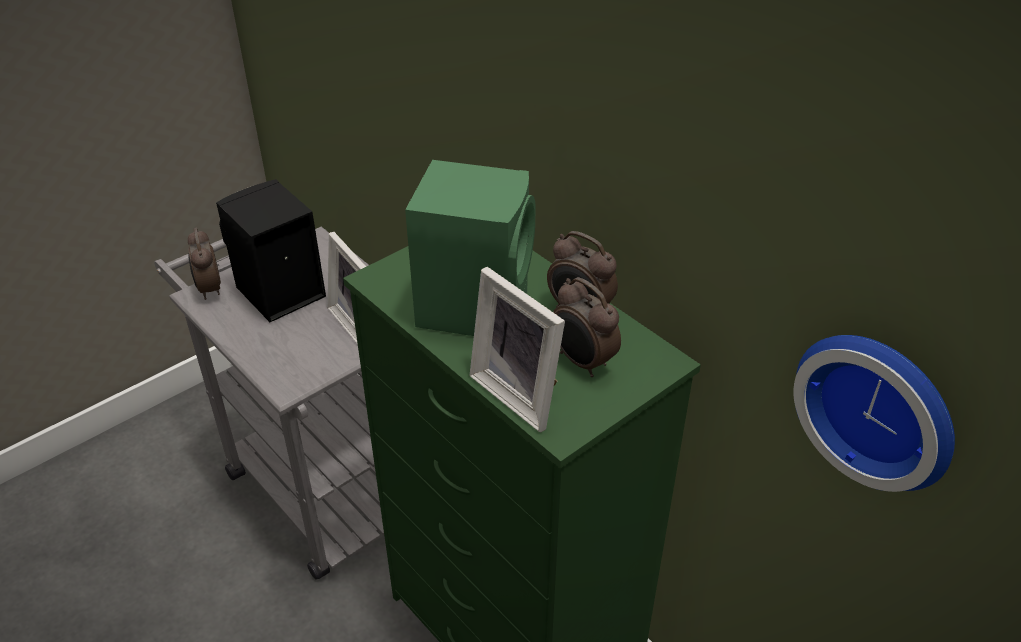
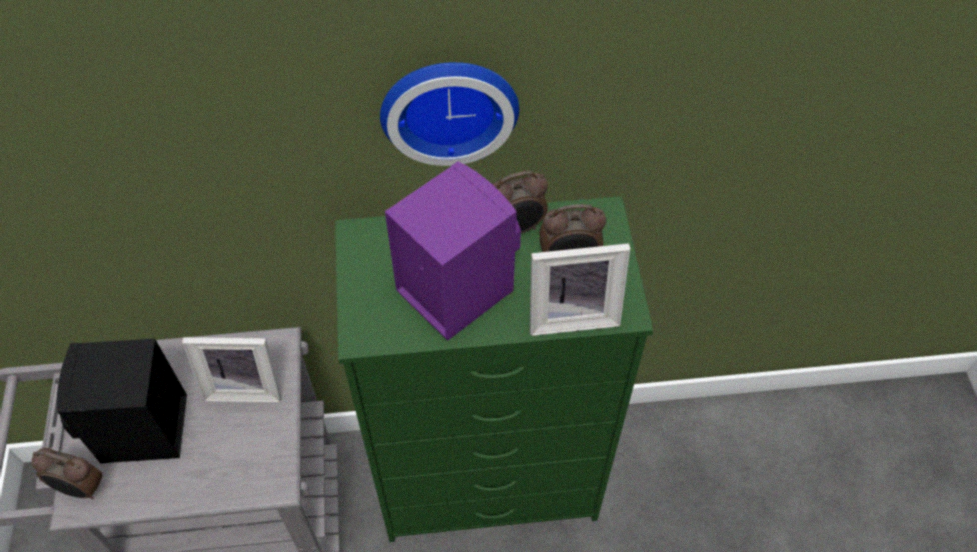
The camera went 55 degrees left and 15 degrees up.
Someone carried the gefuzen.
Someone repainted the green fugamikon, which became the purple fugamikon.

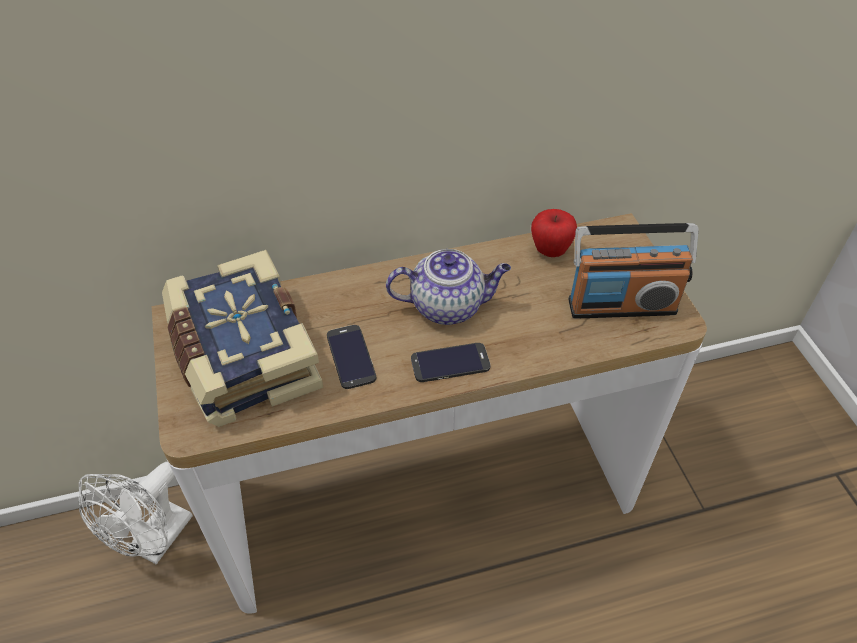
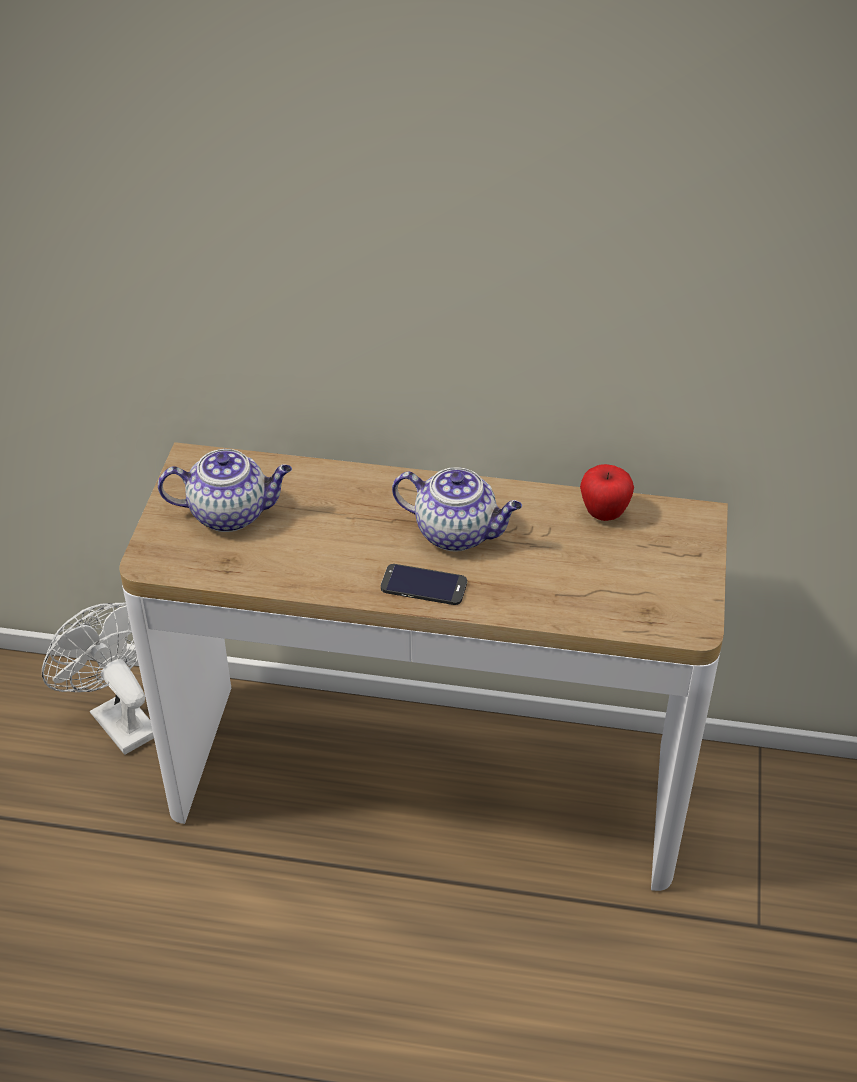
The camera went 25 degrees right and 5 degrees down.
Someone rotated the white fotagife by 90 degrees clockwise.
Someone swapped the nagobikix for the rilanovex (1st from left).
Someone took away the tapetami (1st from left).
Someone took away the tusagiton.

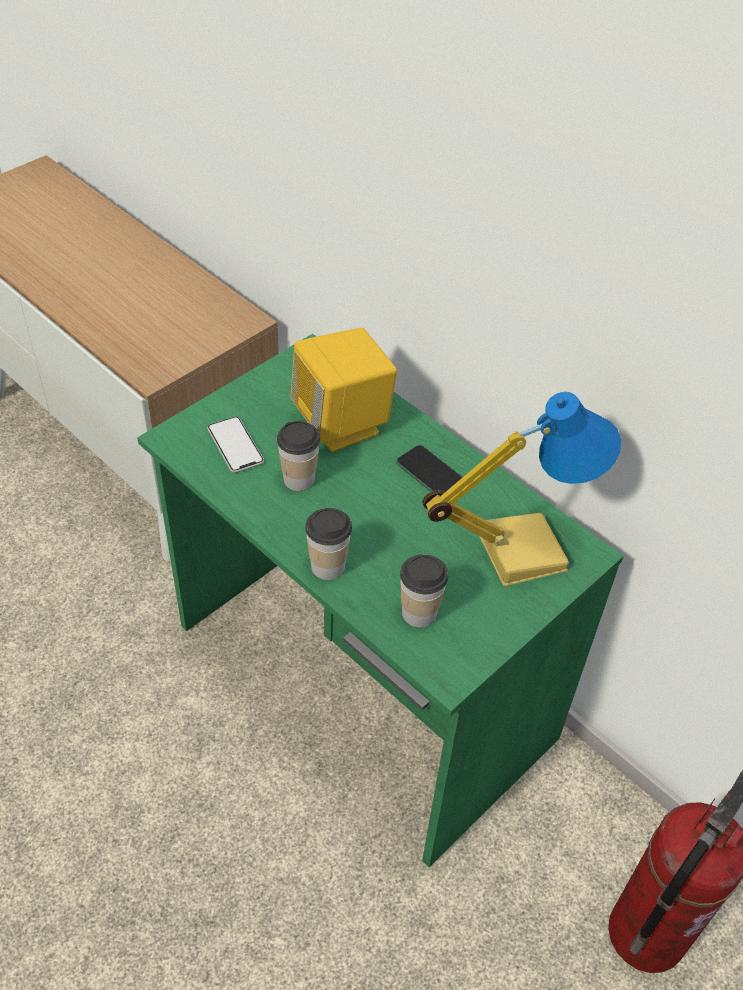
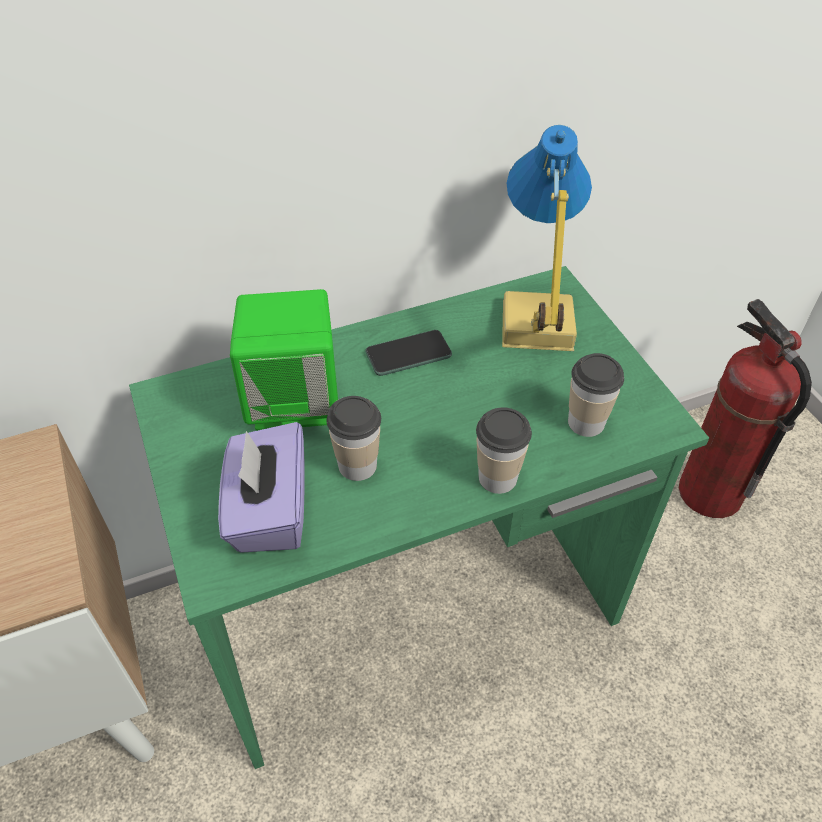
The camera went 65 degrees left and 0 degrees up.
Someone swapped the tapetami (1st from left) for the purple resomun.
Someone repainted the yellow fugamikon, which became the green fugamikon.

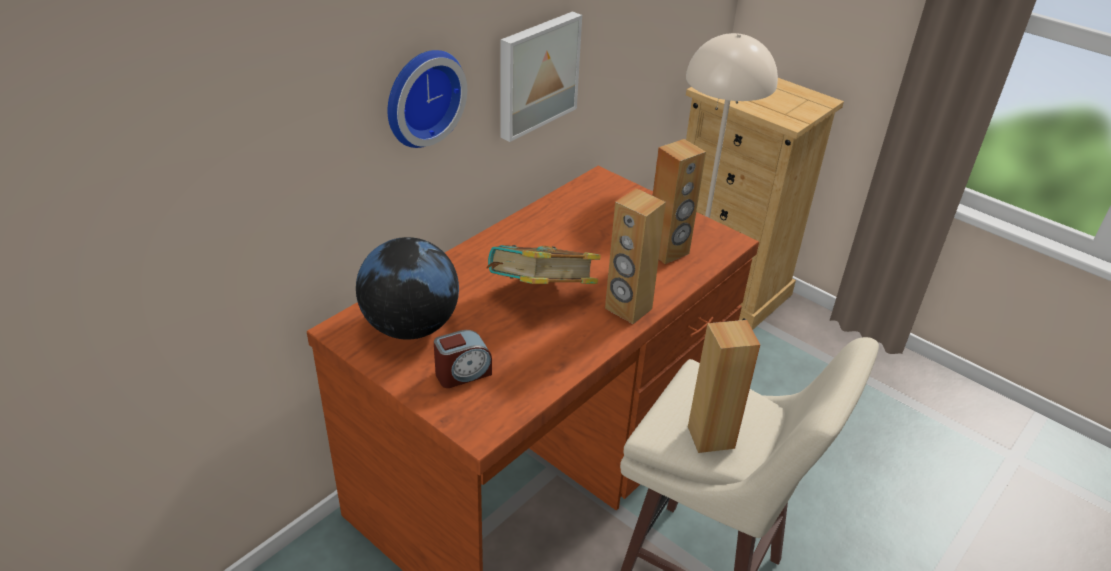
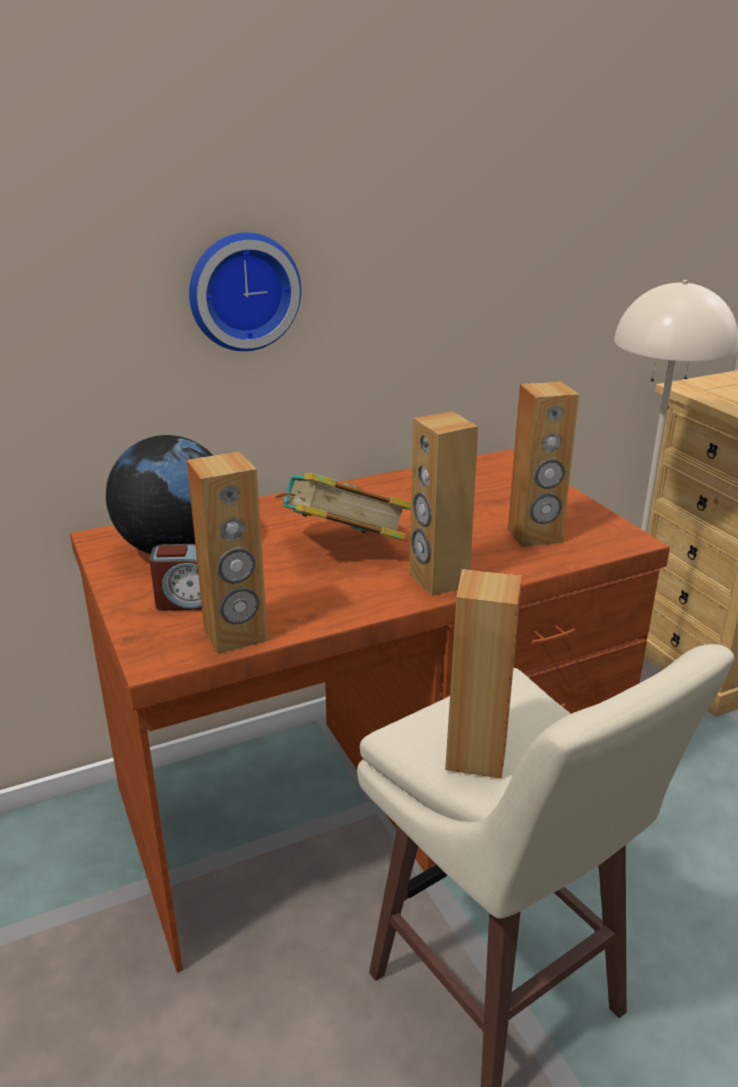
The camera went 25 degrees right and 10 degrees down.
Someone put down the brown fugamikon (1st from left).
Someone took away the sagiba.

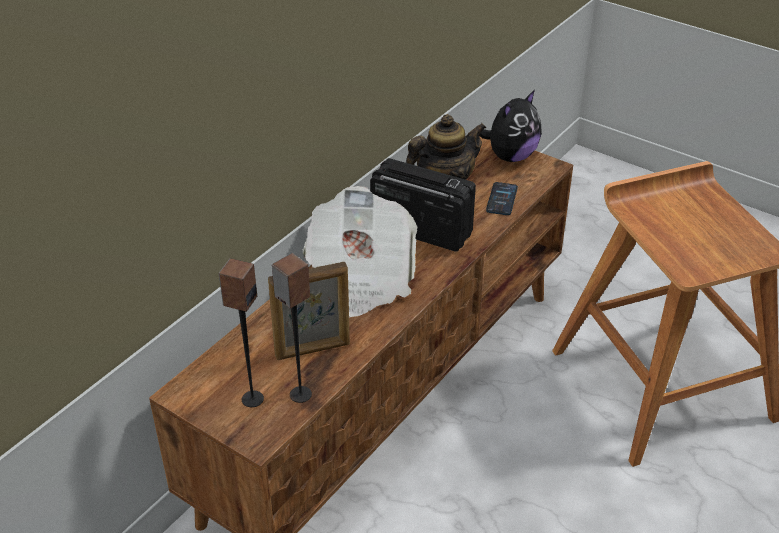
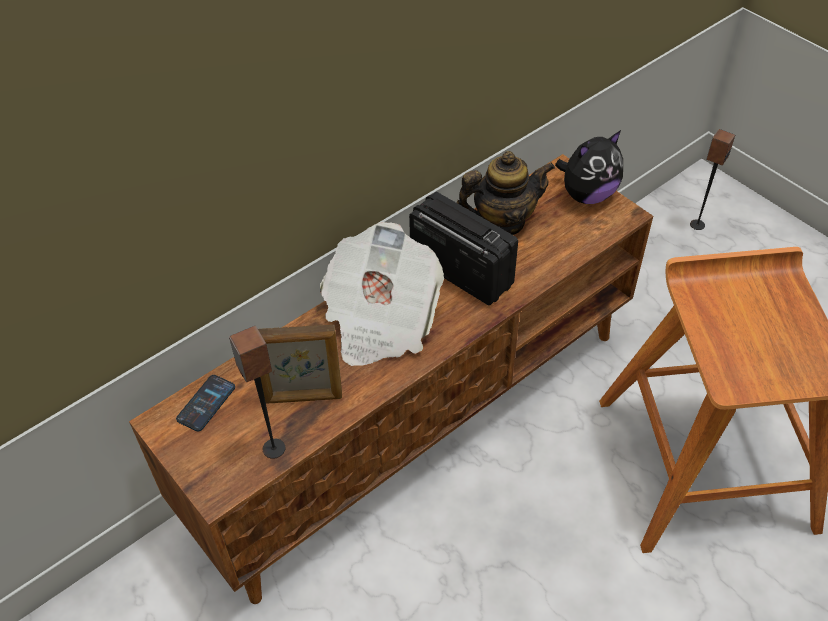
The camera went 15 degrees right and 10 degrees up.
Someone carried the tapetami.
Someone carried the fugamikon (1st from left in the first image).

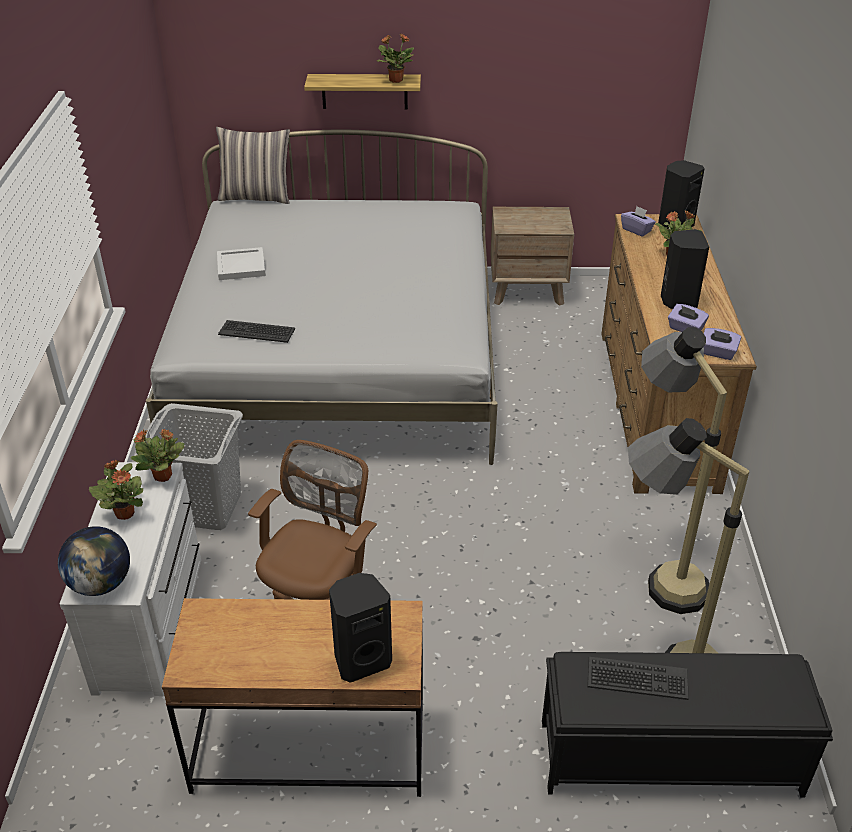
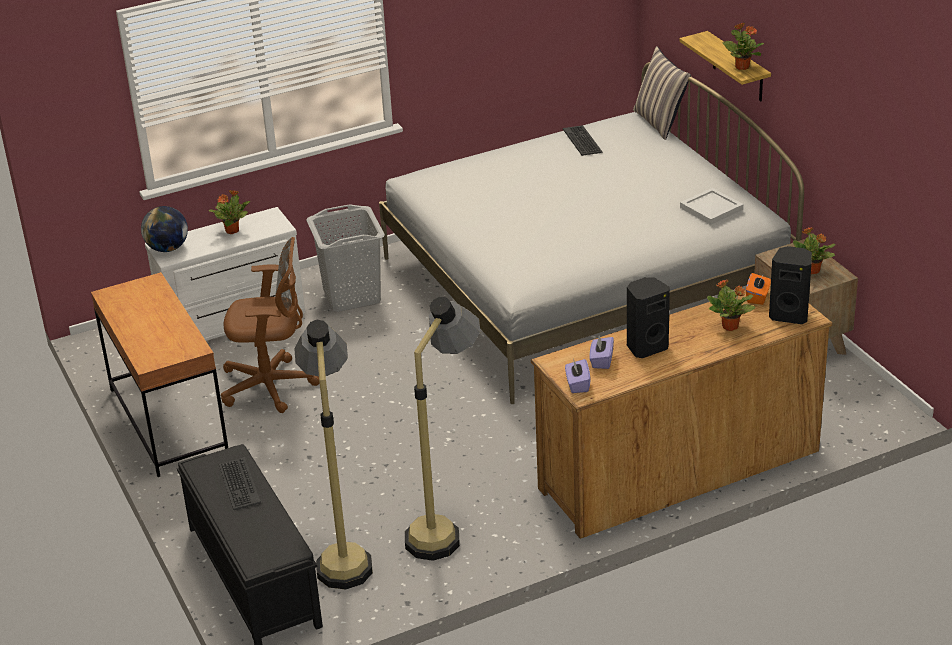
The camera went 65 degrees right and 5 degrees down.
Someone carried the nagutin (1st from left in the first image).
Someone carried the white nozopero.
Someone repainted the purple resomun (1st from left), which became the orange resomun.
Someone carried the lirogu (2nd from left in the first image).
Someone took away the black fugamikon (1st from left).

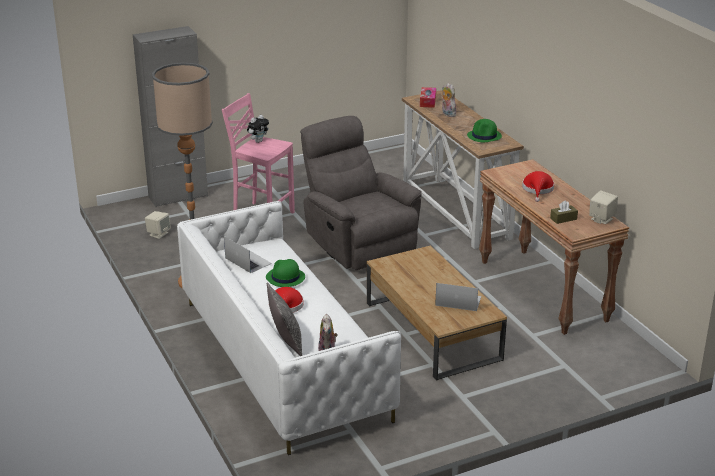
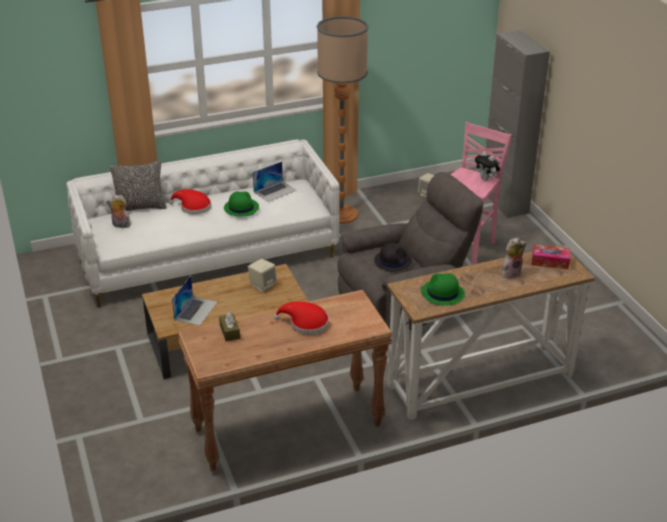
The camera went 95 degrees right and 5 degrees up.
Someone carried the beige fugamikon (2nd from left in the first image).
Someone put down the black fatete.

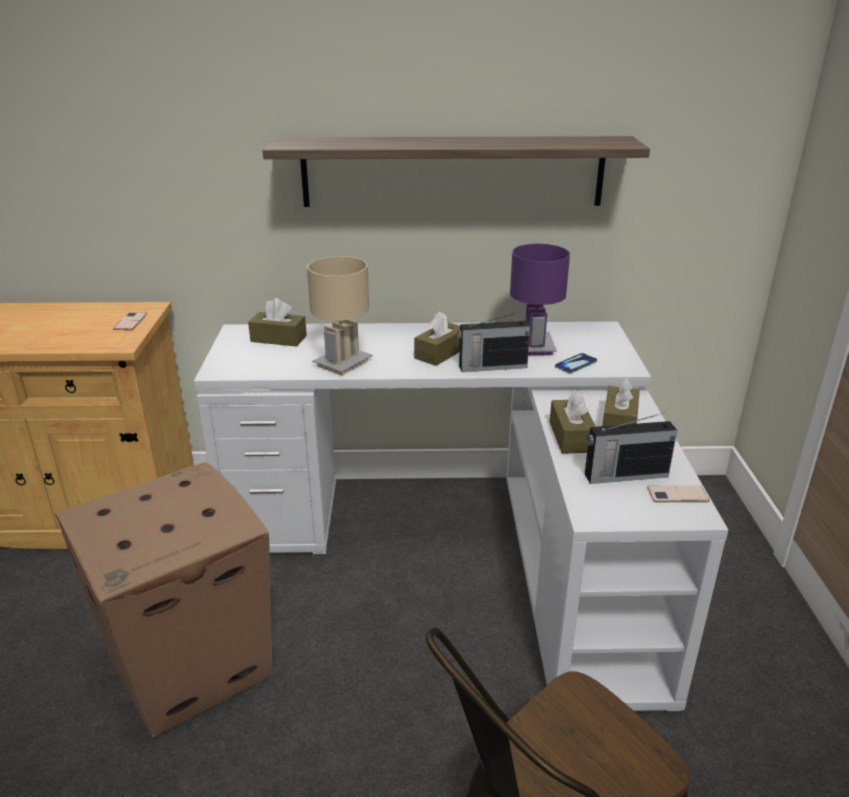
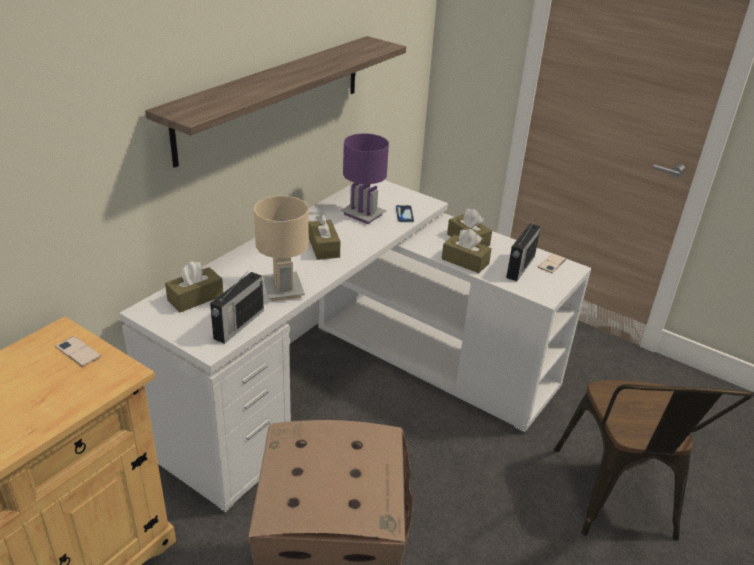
The camera went 55 degrees left and 5 degrees up.
Someone carried the tusagiton (1st from left).

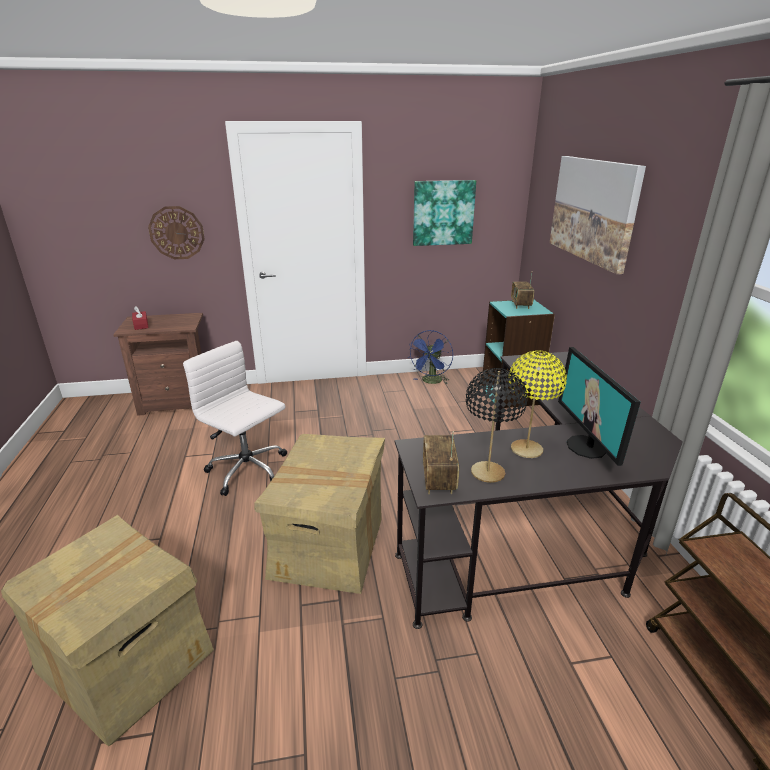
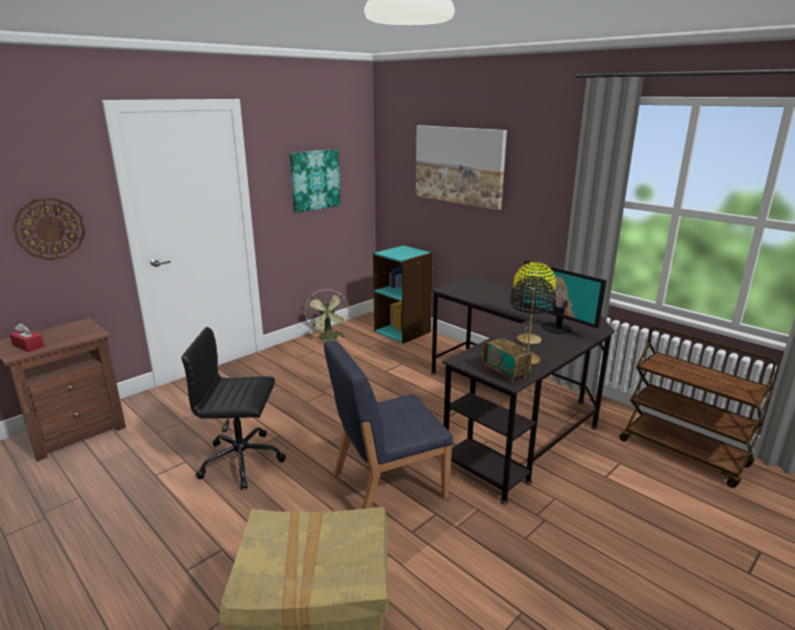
The camera went 35 degrees left and 5 degrees down.
Someone repainted the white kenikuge, which became the black kenikuge.
Someone repainted the blue fotagife, which became the green fotagife.
Someone swapped the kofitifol (2nd from left) for the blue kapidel.
Someone took away the tusagiton (2nd from left).

